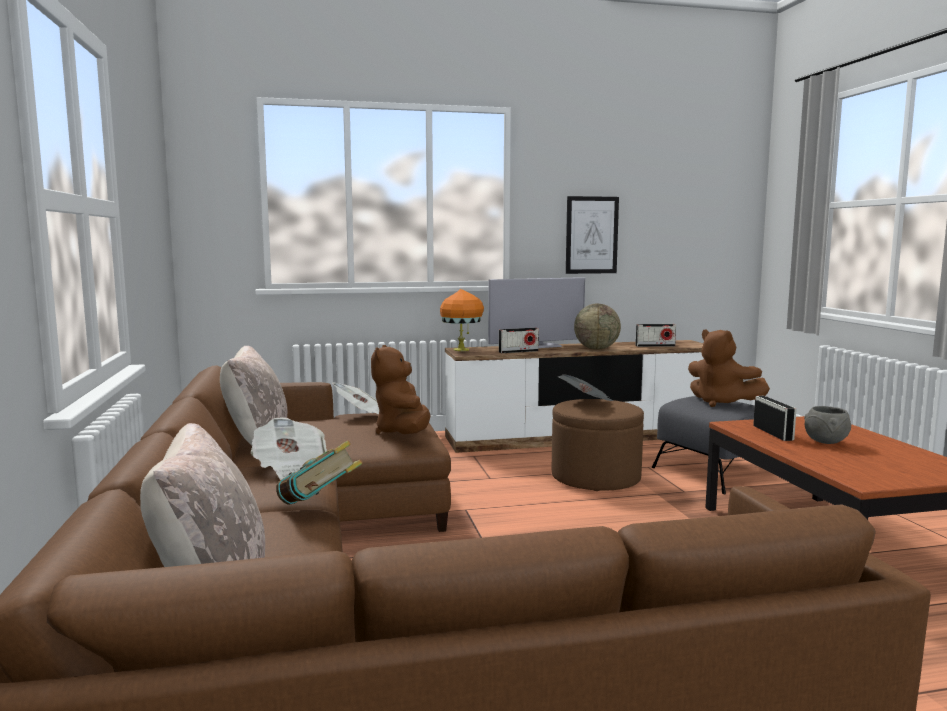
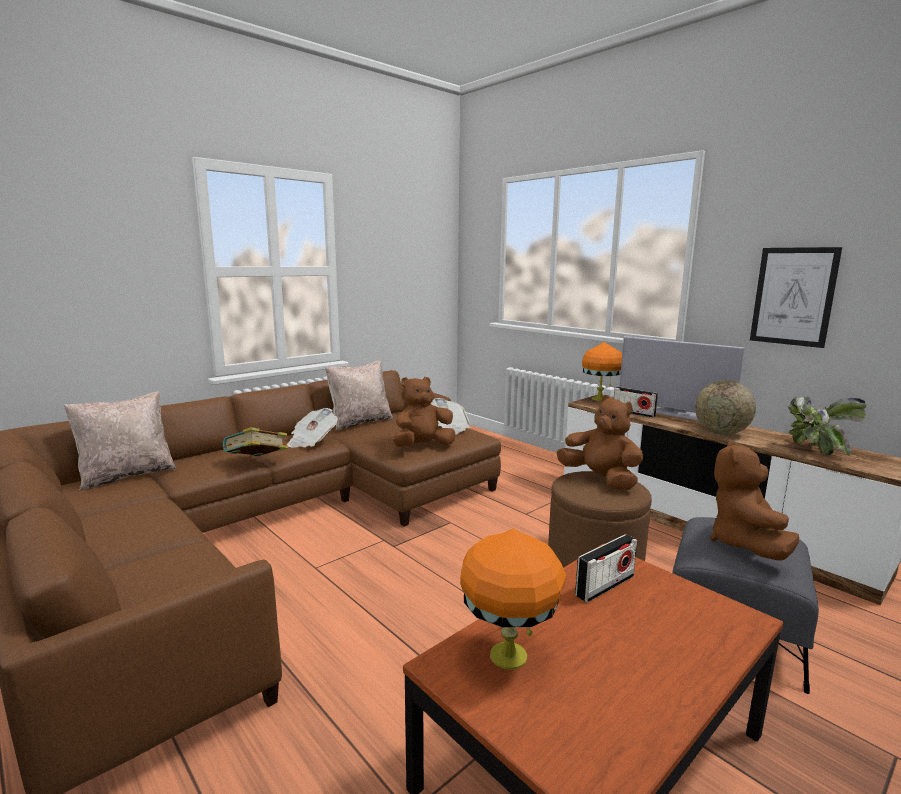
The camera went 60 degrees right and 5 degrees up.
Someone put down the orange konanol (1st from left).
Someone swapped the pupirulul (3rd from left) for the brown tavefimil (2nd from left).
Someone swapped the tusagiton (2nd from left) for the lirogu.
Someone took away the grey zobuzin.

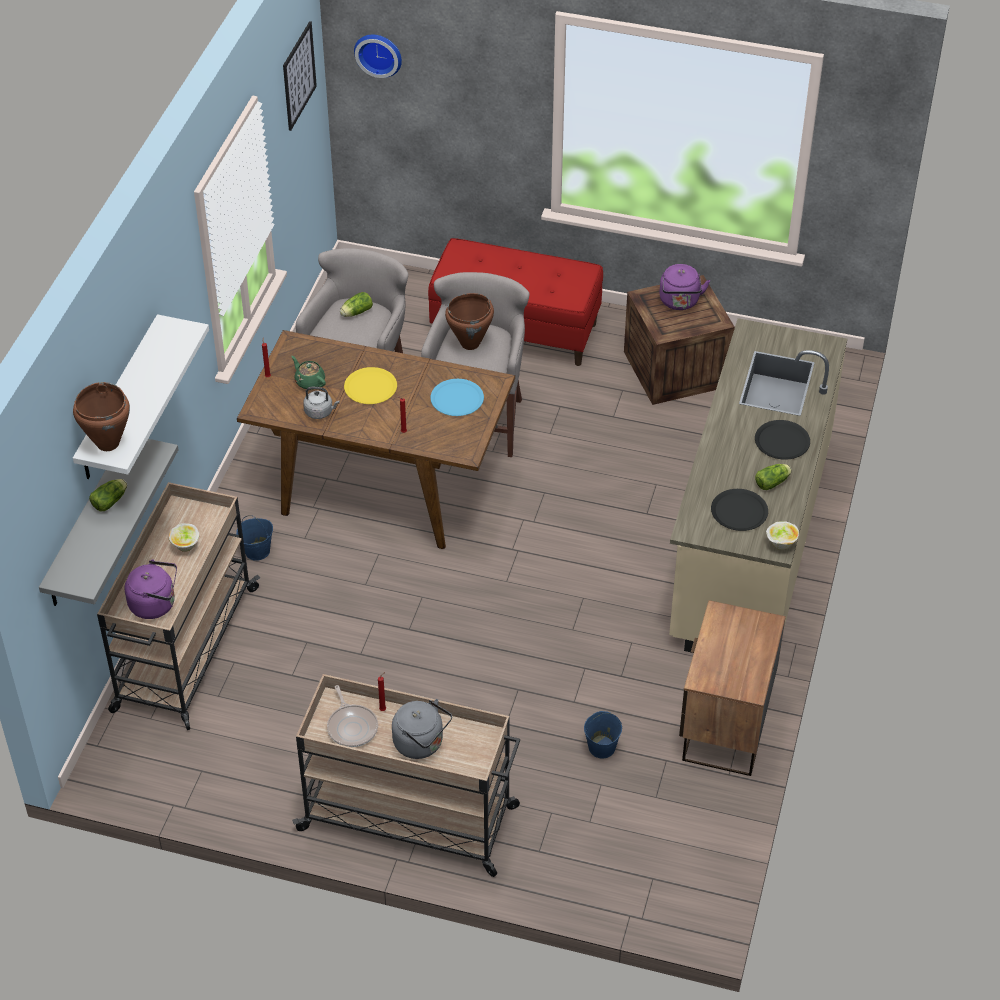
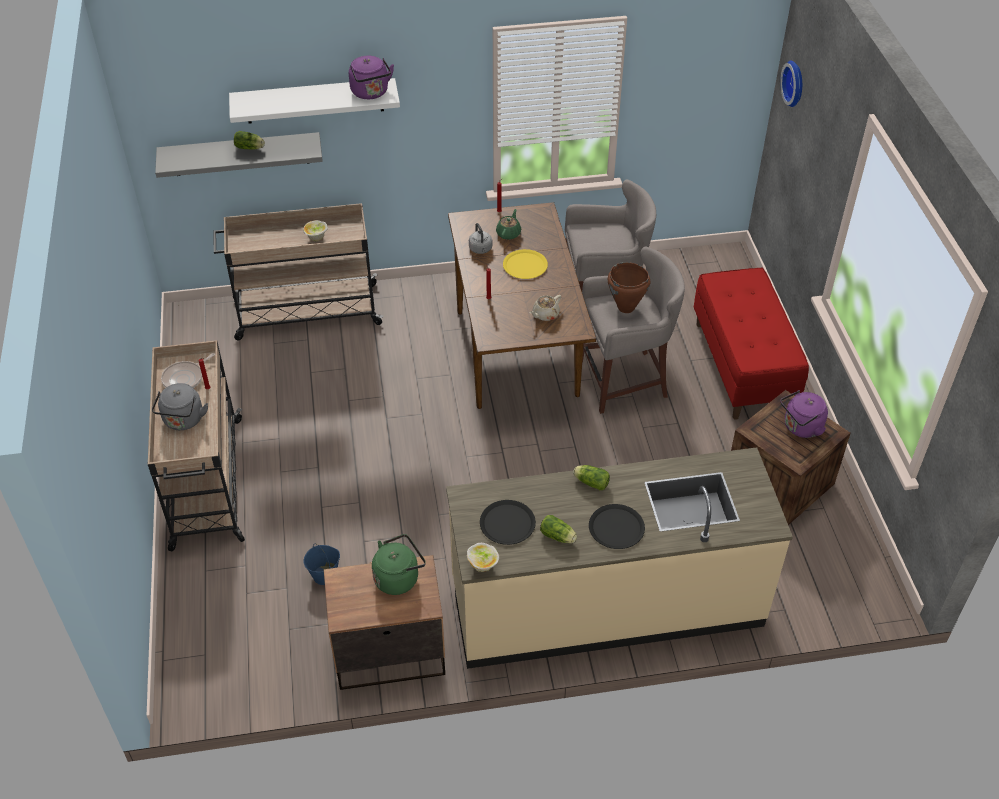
The camera went 65 degrees right and 0 degrees up.
Someone carried the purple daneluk (1st from left).
Someone put down the green daneluk.
Someone swapped the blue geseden for the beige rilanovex.
Someone carried the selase (2nd from left in the first image).
Someone took away the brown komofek (1st from left).
Someone took away the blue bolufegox (1st from left).
Someone took away the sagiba.

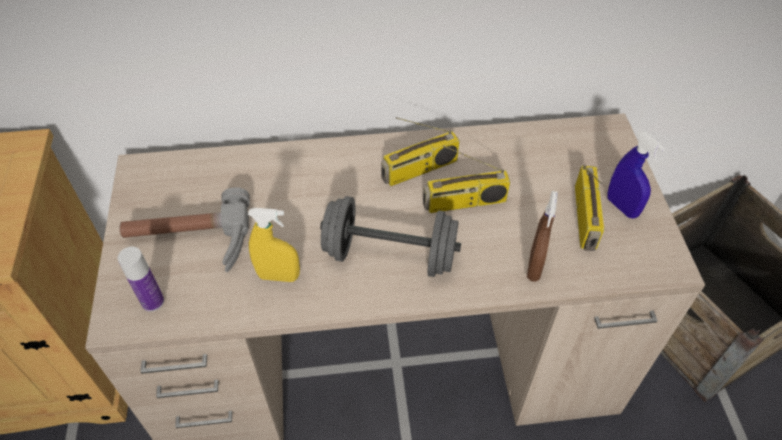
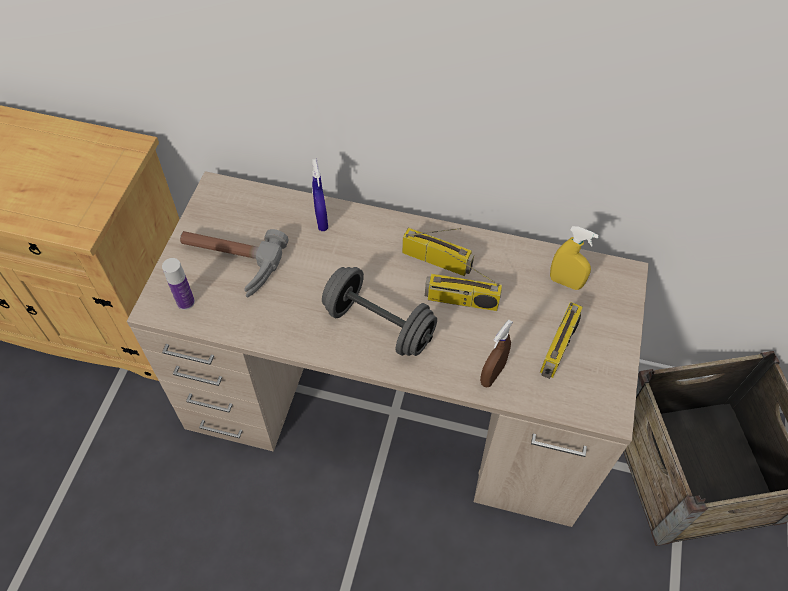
The camera went 20 degrees right and 5 degrees up.
Someone carried the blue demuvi.
Someone rotated the tusagiton (1st from left) by 150 degrees counterclockwise.
Someone carried the yellow demuvi.

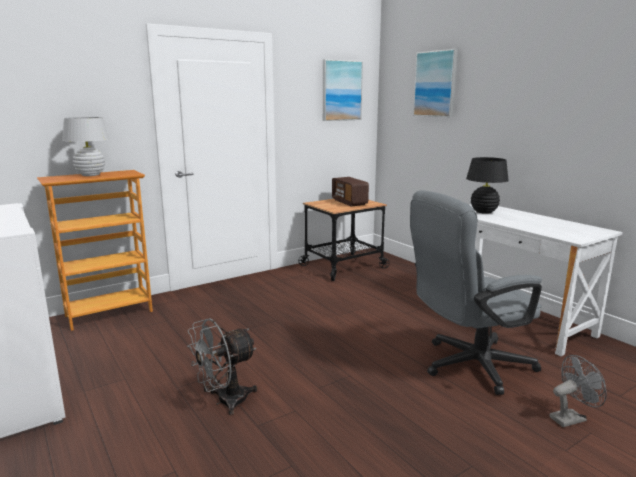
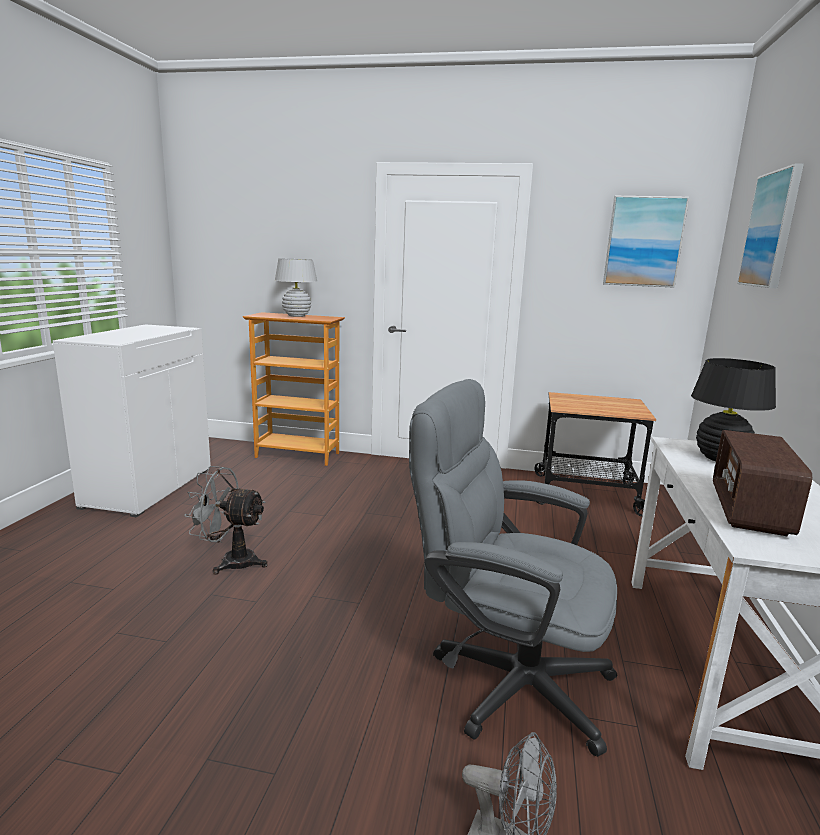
The camera went 45 degrees right and 0 degrees up.
Someone carried the tusagiton.

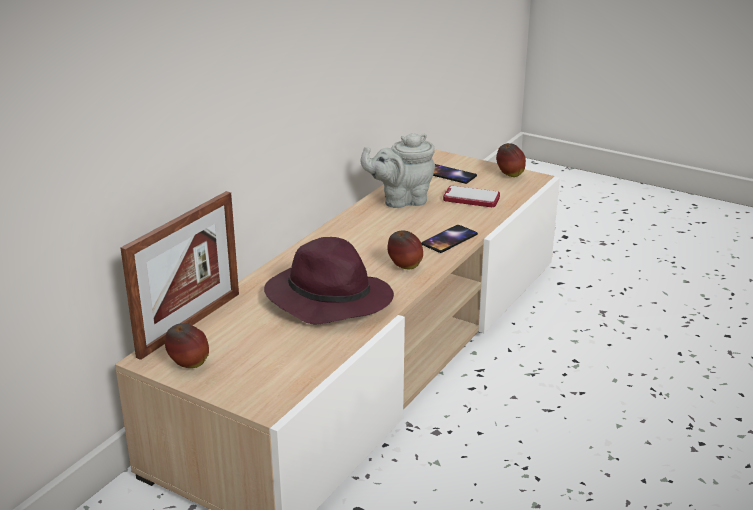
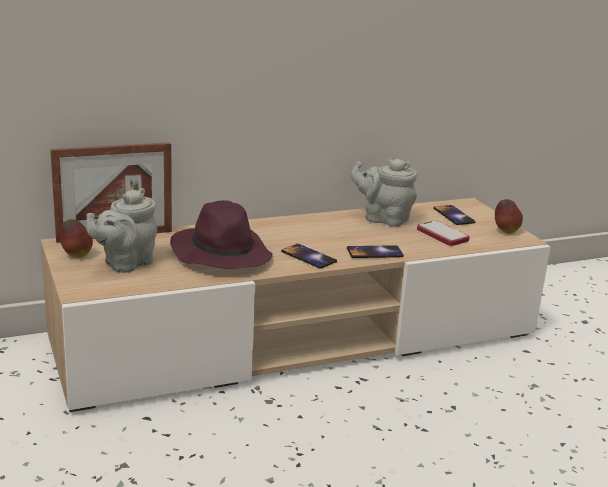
The camera went 35 degrees right and 5 degrees down.
Someone put down the grey rilanovex (1st from left).
Someone swapped the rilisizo (2nd from left) for the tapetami (1st from left).

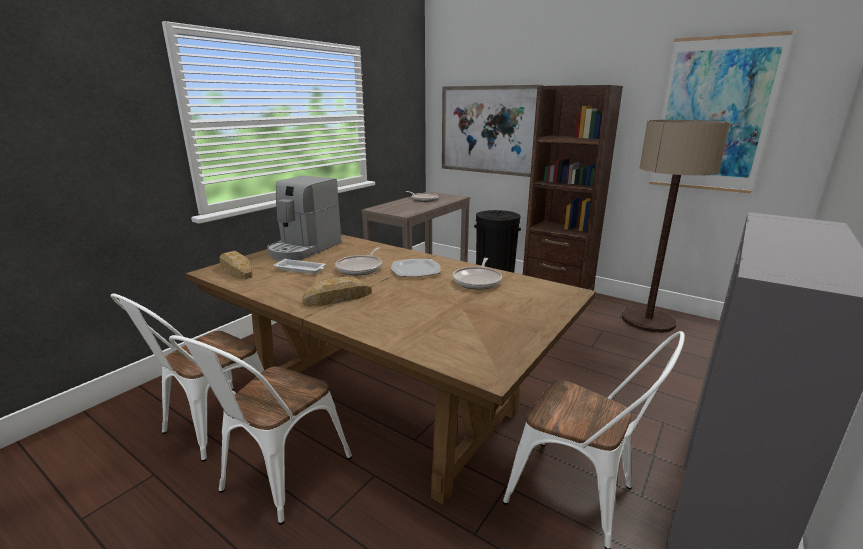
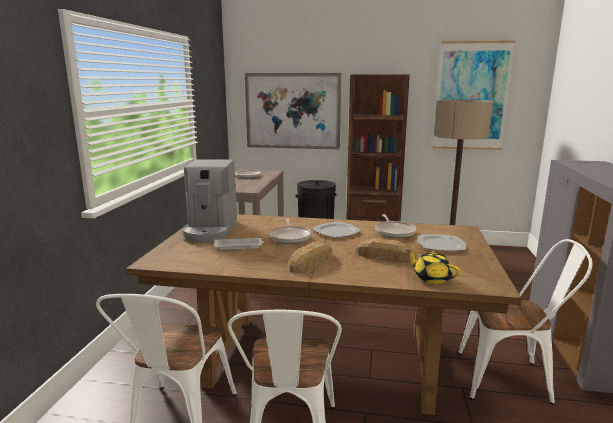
The camera went 25 degrees left and 5 degrees down.
Someone carried the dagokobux (1st from left in the first image).
Someone put down the yellow rilanovex.
Someone put down the geseden (2nd from left).

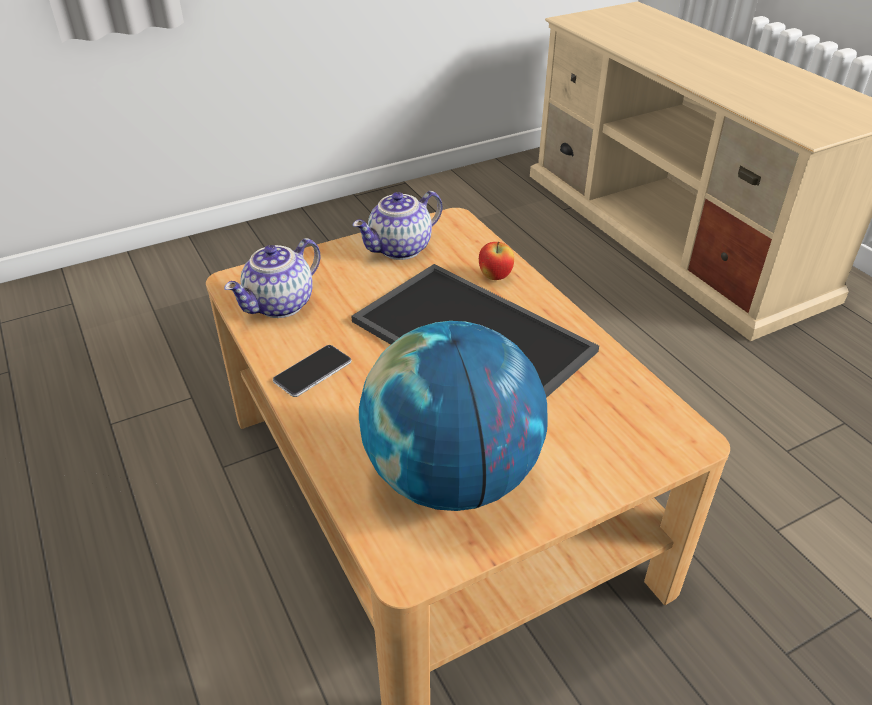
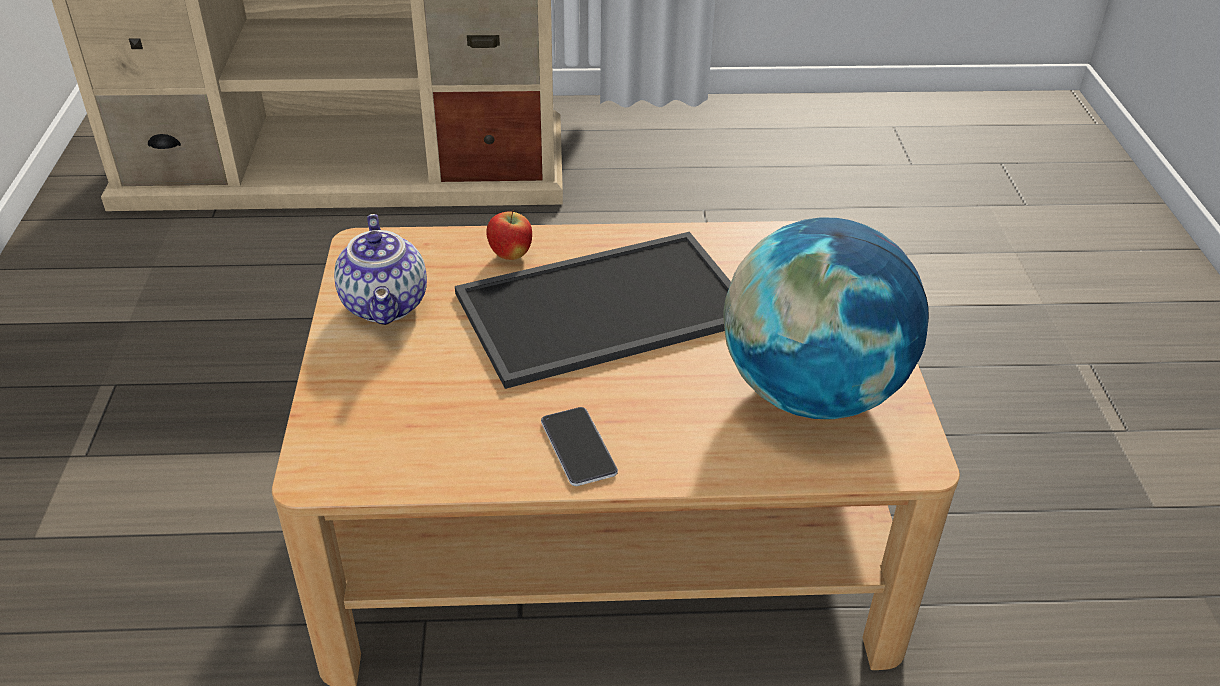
The camera went 65 degrees left and 0 degrees up.
Someone took away the rilanovex (1st from left).

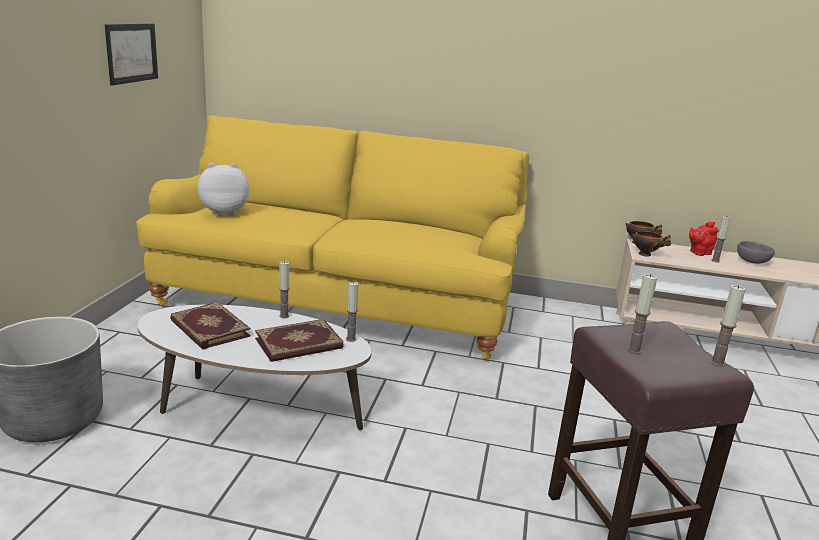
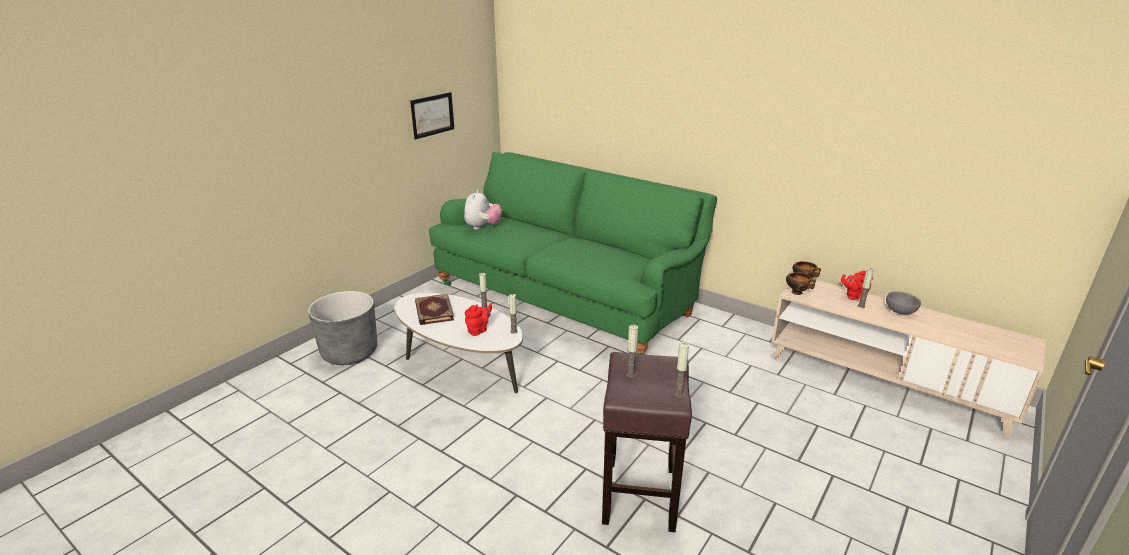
The camera went 25 degrees right and 5 degrees up.
Someone repainted the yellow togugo, which became the green togugo.
Someone rotated the tavefimil by 90 degrees clockwise.
Someone swapped the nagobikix (2nd from left) for the red rilanovex (1st from left).

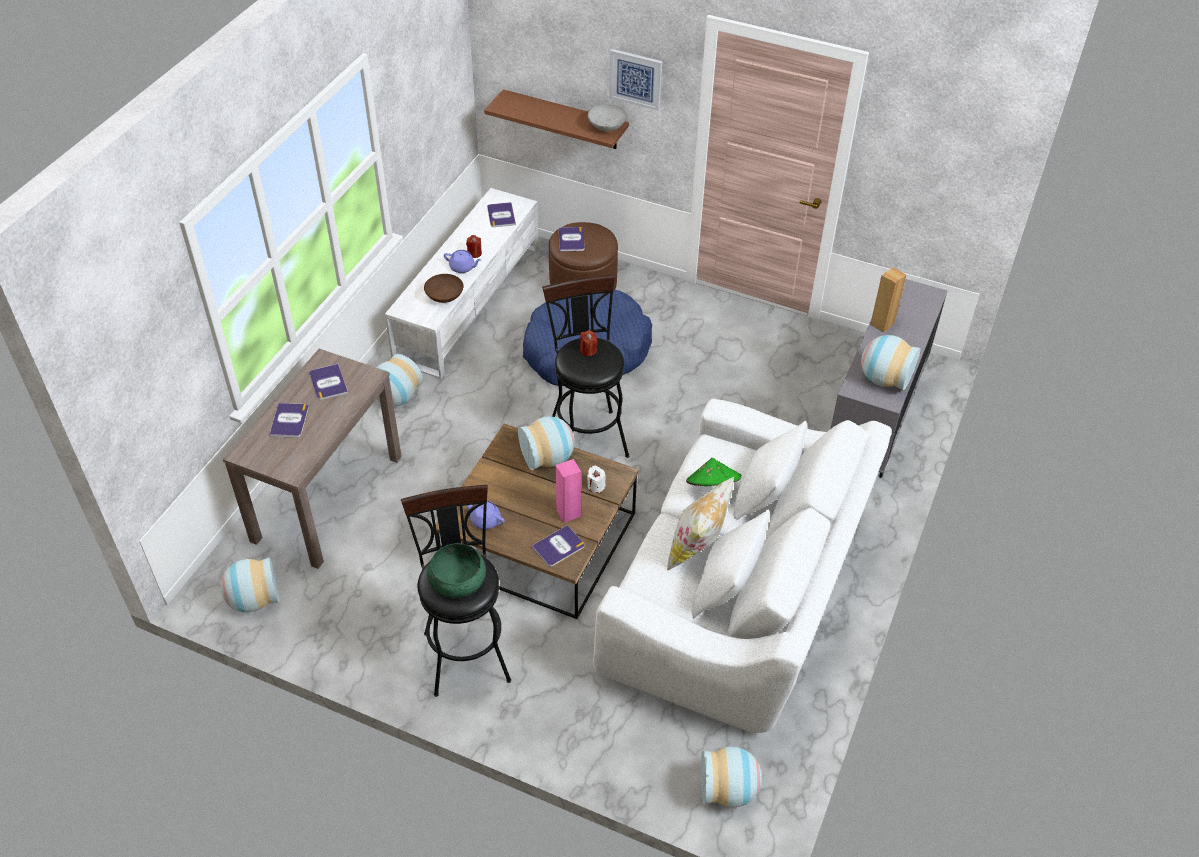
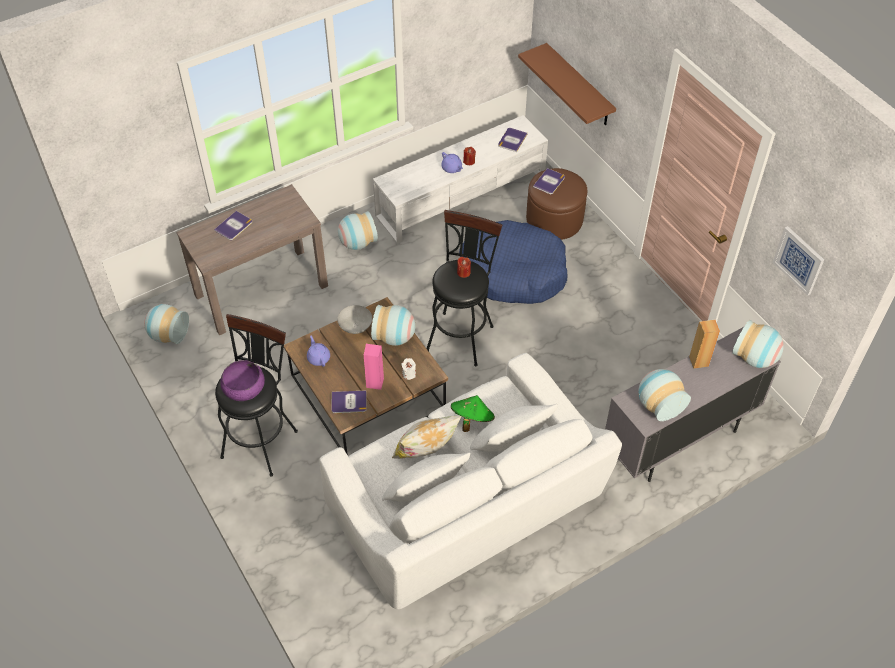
The camera went 35 degrees right and 5 degrees up.
Someone repainted the green zobuzin, which became the purple zobuzin.
Someone carried the grey zobuzin.
Someone carried the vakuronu (4th from left in the first image).
Someone carried the sagiba.
Someone took away the nagobikix (2nd from left).
Someone took away the brown zobuzin.

